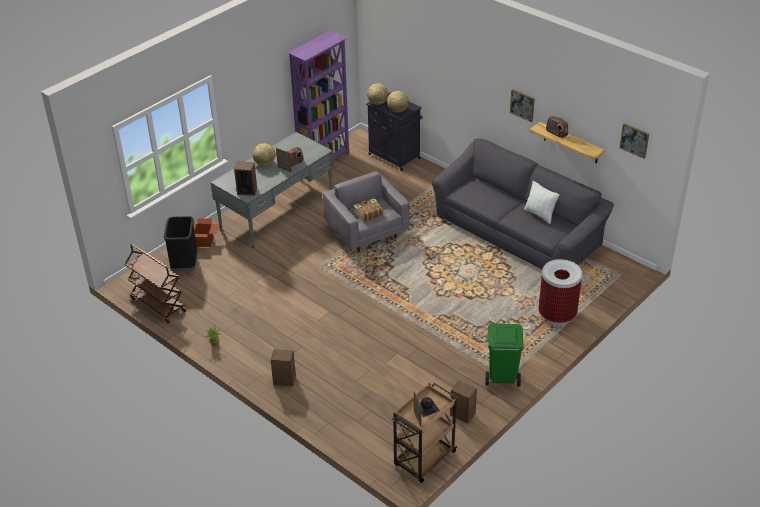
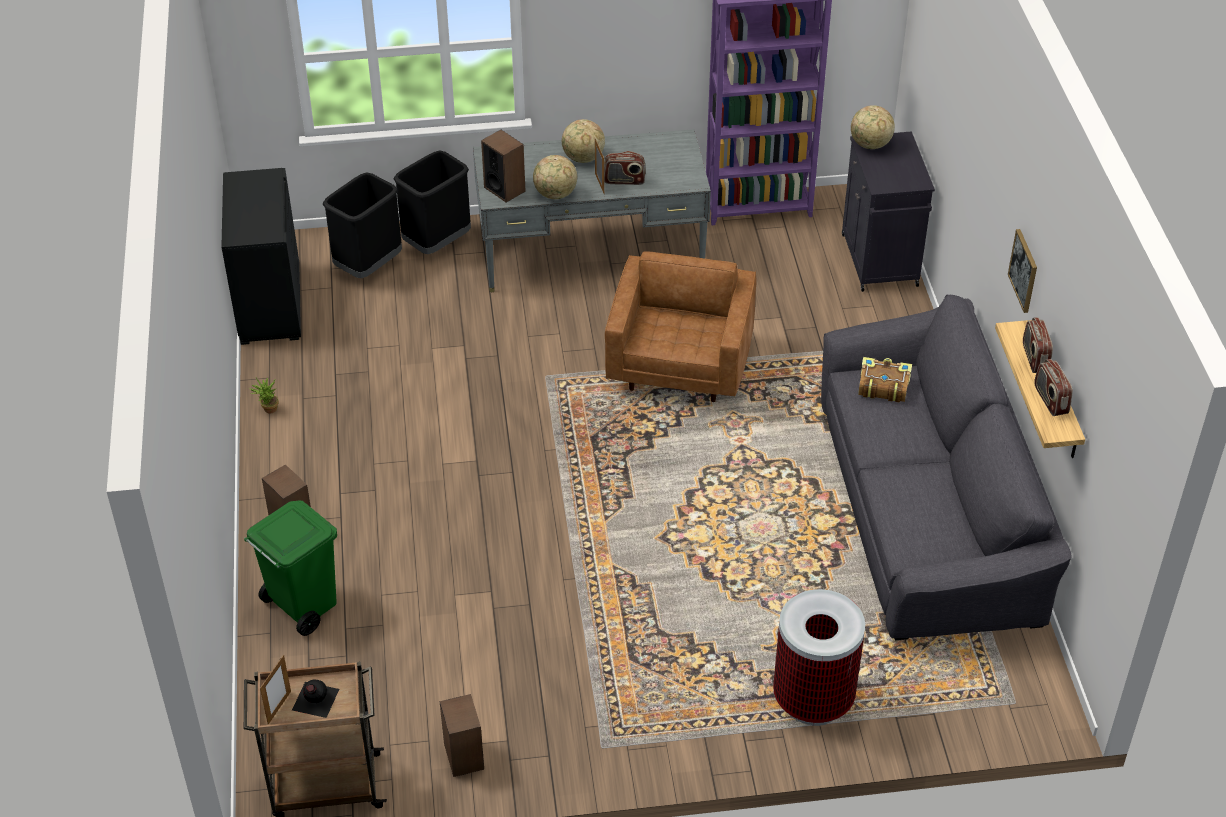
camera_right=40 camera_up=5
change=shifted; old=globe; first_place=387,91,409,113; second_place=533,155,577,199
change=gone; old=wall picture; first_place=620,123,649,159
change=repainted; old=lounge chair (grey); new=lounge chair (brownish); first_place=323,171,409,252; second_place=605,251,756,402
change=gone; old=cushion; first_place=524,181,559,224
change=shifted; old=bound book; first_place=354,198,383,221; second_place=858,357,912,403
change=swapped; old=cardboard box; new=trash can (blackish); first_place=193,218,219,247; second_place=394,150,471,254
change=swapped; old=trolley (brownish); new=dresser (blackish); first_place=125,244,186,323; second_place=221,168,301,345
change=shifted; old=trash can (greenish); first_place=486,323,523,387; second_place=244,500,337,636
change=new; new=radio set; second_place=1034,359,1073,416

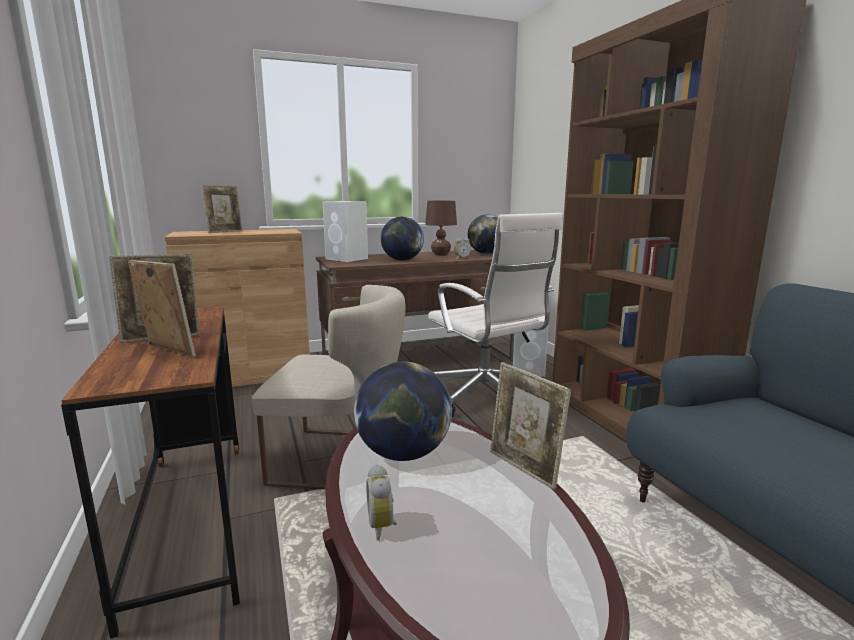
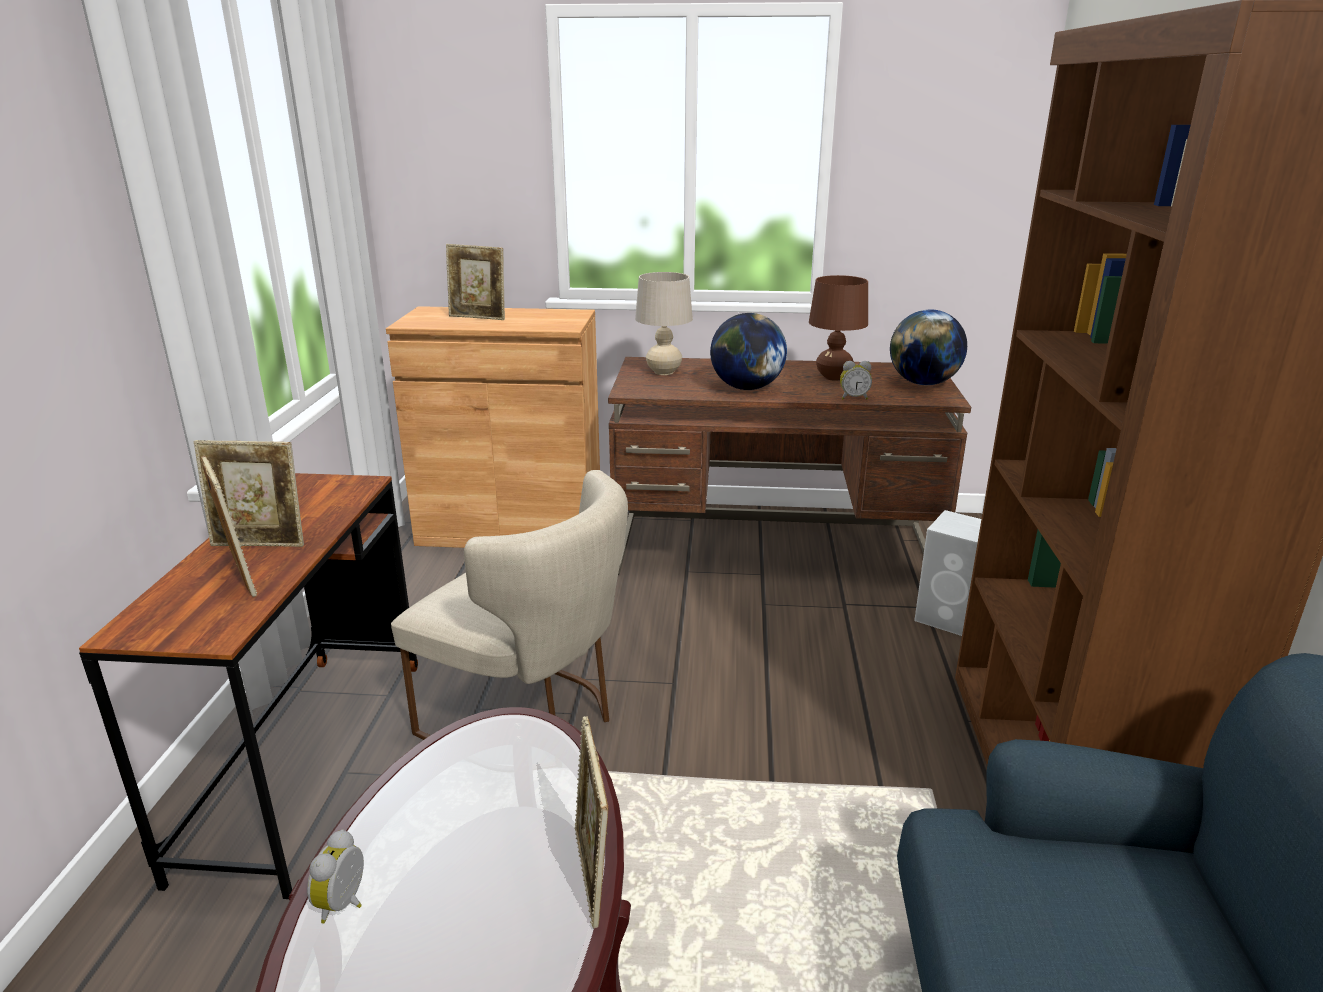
camera_right=25 camera_up=10
change=rotated; old=standing frame; first_place=201,185,243,233; second_place=446,244,505,320; degrees=45
change=swapped; old=loudspeaker (white-coloured); new=tabletop lamp (sand-coloured); first_place=323,201,368,262; second_place=635,272,693,375
change=gone; old=desk chair (white-coloured); first_place=428,213,563,417
change=gone; old=globe; first_place=354,362,452,461

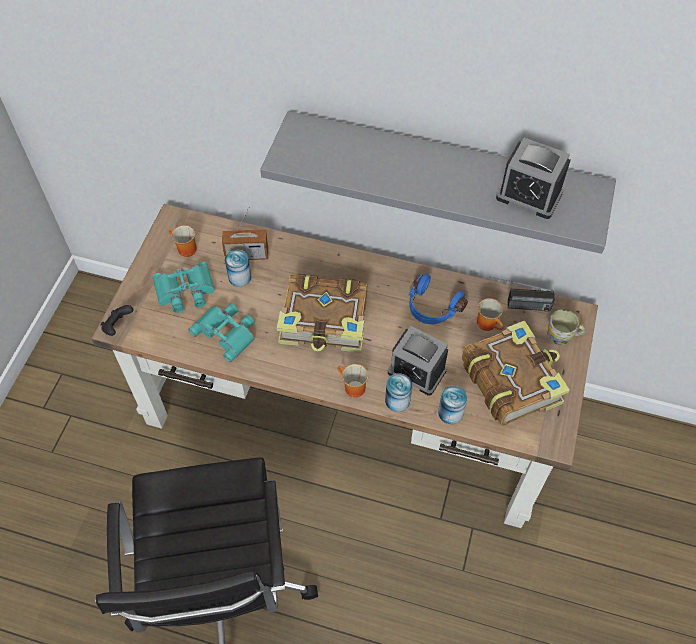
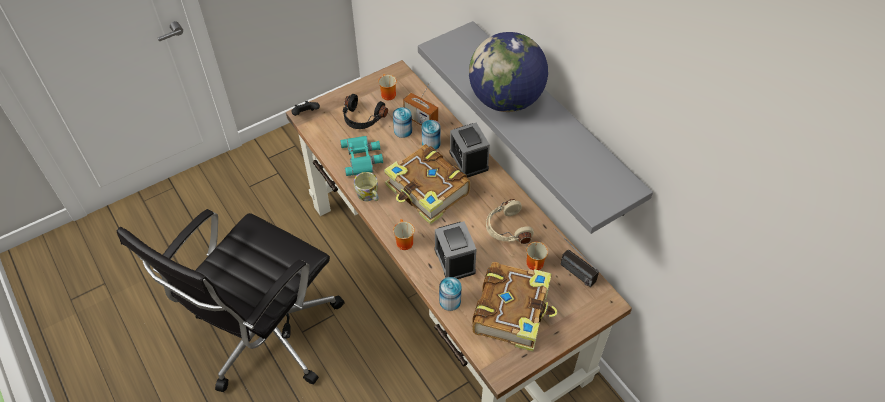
camera_right=40 camera_up=-5
change=shifted; old=alarm clock; first_place=496,138,571,219; second_place=450,123,490,178
change=swapped; old=field glasses (turquoise-coloured); new=headset (blackish); first_place=153,262,215,313; second_place=342,94,388,129
change=repainted; old=headset (blue); new=headset (sand-coloured); first_place=409,273,468,324; second_place=486,199,534,244
change=shifted; old=coffee mug; first_place=547,309,585,345; second_place=354,172,379,201
change=shifted; old=metal can; first_place=385,373,412,412; second_place=422,120,441,149
change=new; new=globe; second_place=469,32,548,112

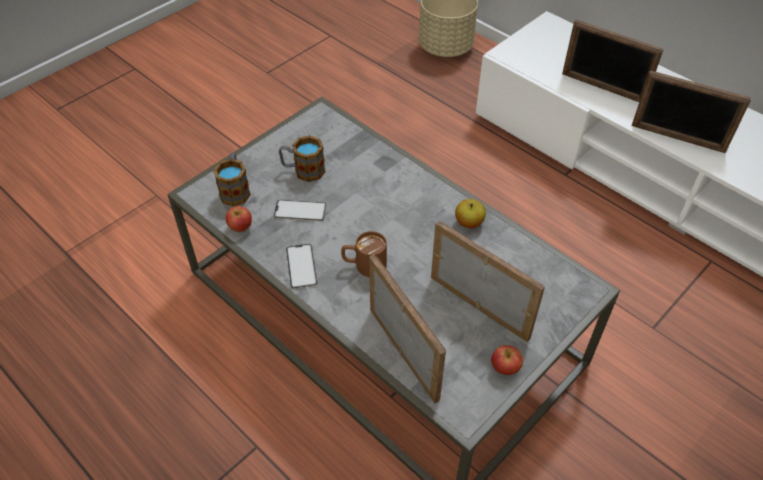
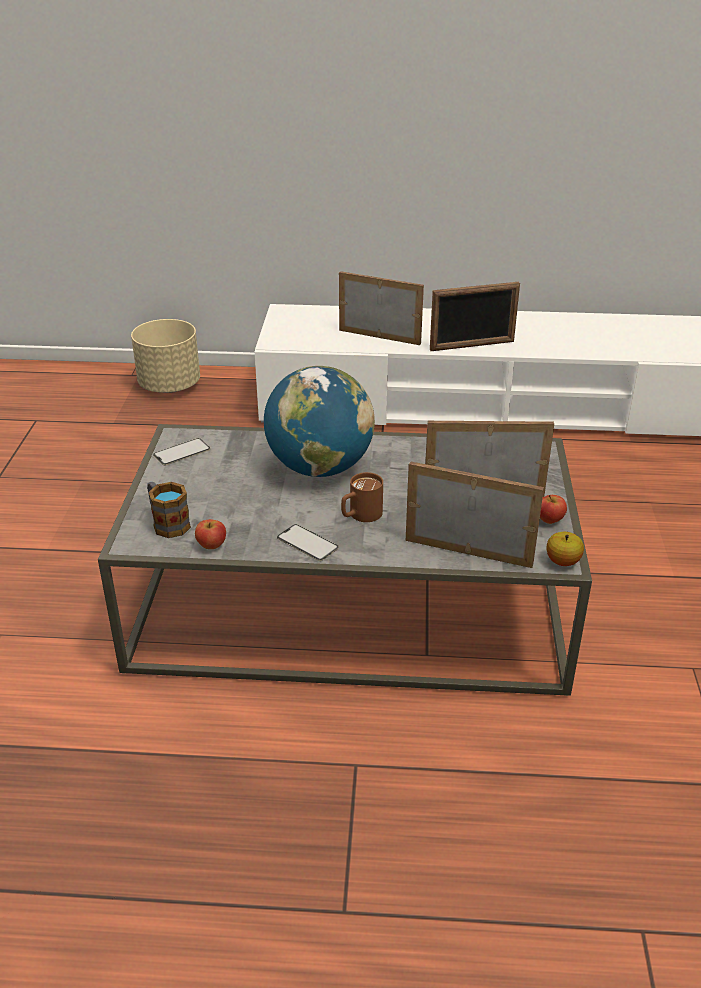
camera_right=-40 camera_up=-15
change=rotated; old=standing frame; first_place=562,20,664,102; second_place=339,271,424,345; degrees=-150
change=gone; old=coffee mug; first_place=279,135,326,182
change=shifted; old=apple; first_place=455,199,486,228; second_place=546,532,584,566
change=shifted; old=phone; first_place=274,200,326,221; second_place=153,438,210,466
change=new; new=globe; second_place=264,366,375,477

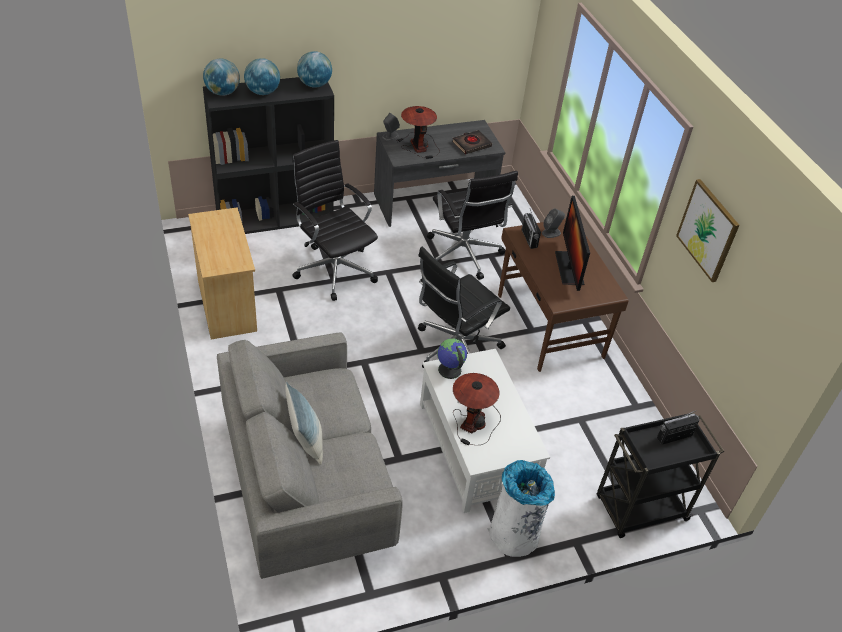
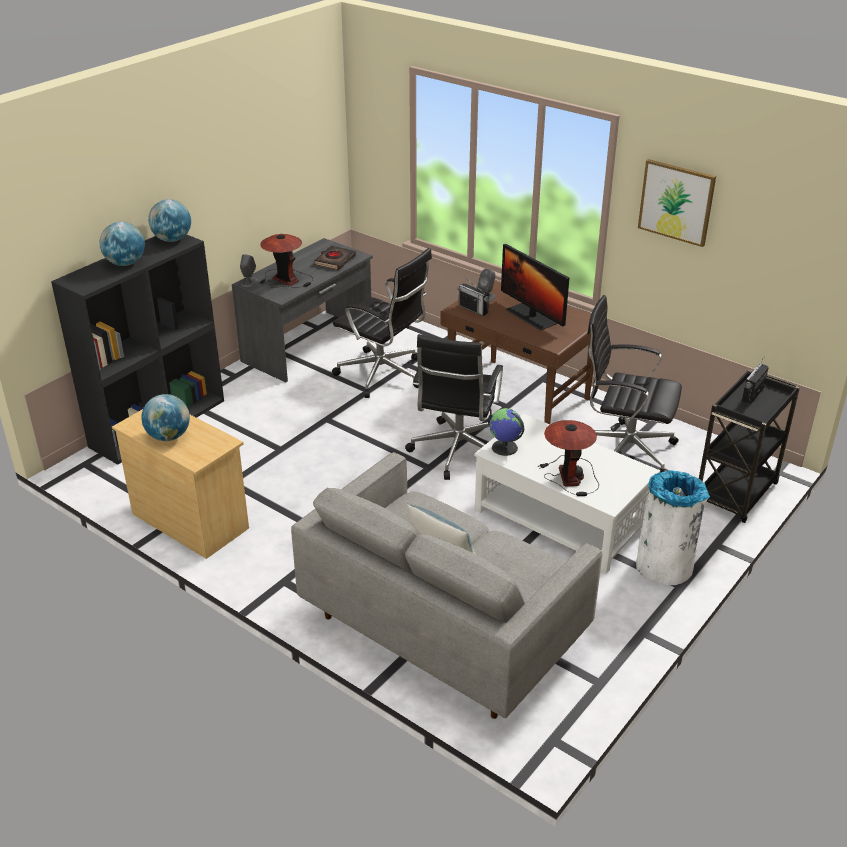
camera_right=-30 camera_up=-10
change=shifted; old=globe; first_place=203,58,240,96; second_place=141,394,190,441
change=shifted; old=desk chair (blackish); first_place=292,140,378,301; second_place=587,295,682,472

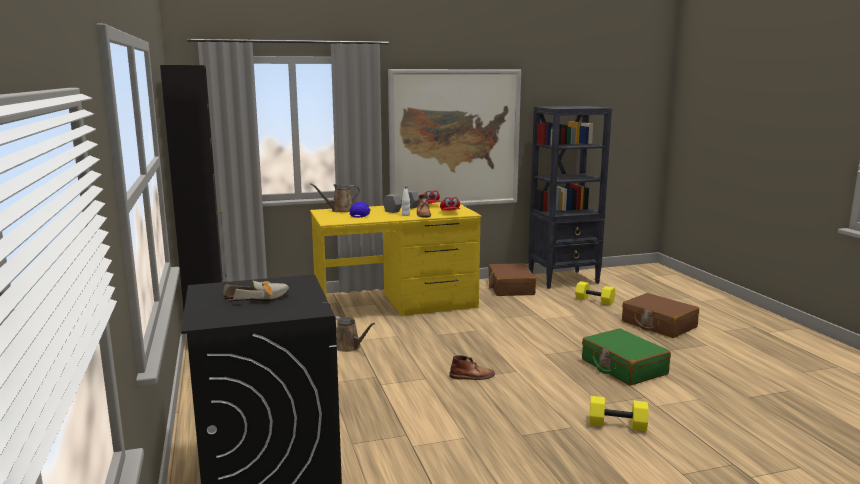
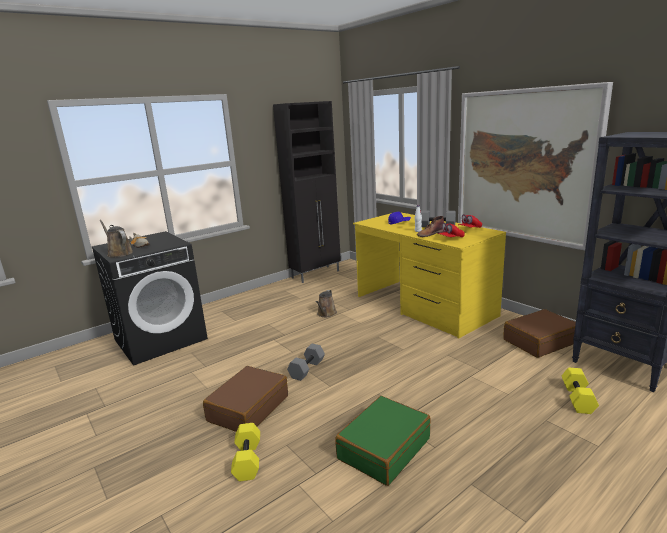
camera_right=70 camera_up=5
change=shifted; old=watering can (brownish); first_place=310,183,360,212; second_place=99,220,133,257
change=shifted; old=piece of luggage (brownish); first_place=622,293,699,338; second_place=203,366,288,432
change=swapped; old=boot (brownish); new=hand weight (grey); first_place=449,355,495,380; second_place=287,344,325,381

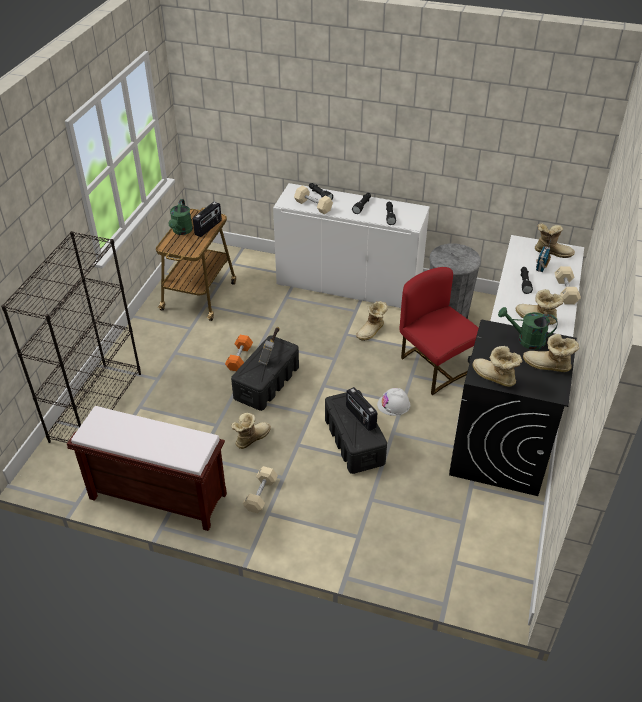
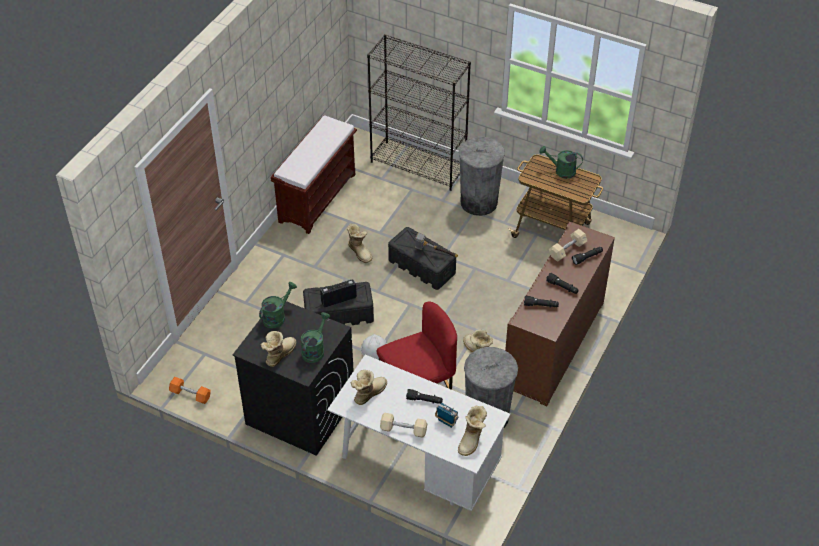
camera_right=100 camera_up=5
change=repainted; old=storage cabinet (white-coloured); new=storage cabinet (brownish); first_place=273,183,430,308; second_place=505,222,615,406
change=gone; old=radio set; first_place=193,202,222,237
change=shifted; old=hand weight (orangey); first_place=225,335,253,371; second_place=169,377,211,404
change=swapped; old=boot; new=watering can (greenish); first_place=472,346,522,387; second_place=259,282,297,328
change=gone; old=hand weight (sand-coloured); first_place=243,466,278,513
change=new; new=trash can (grey); second_place=459,137,505,216

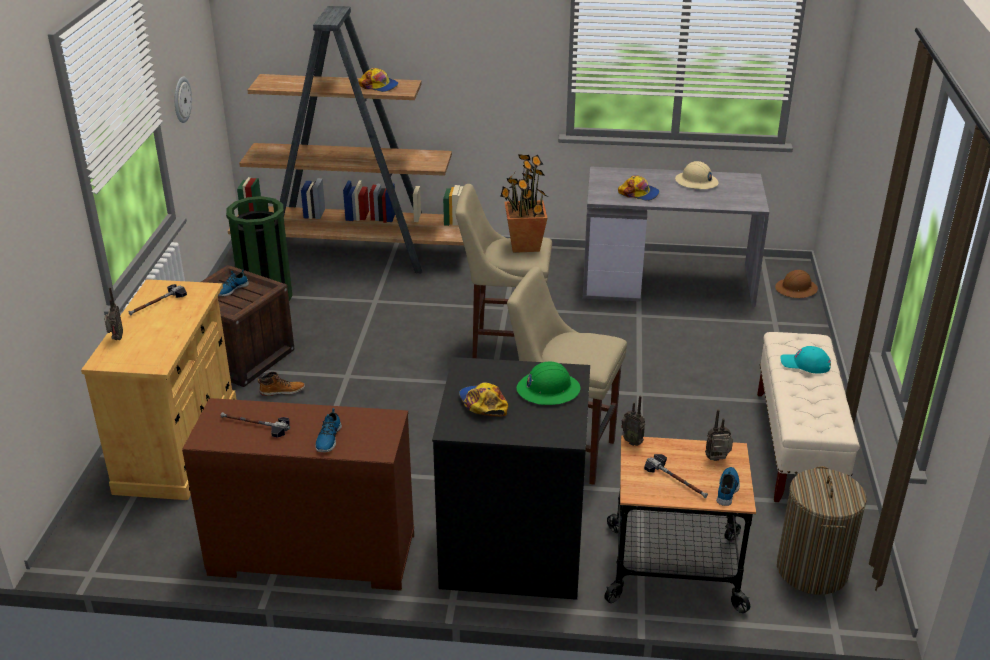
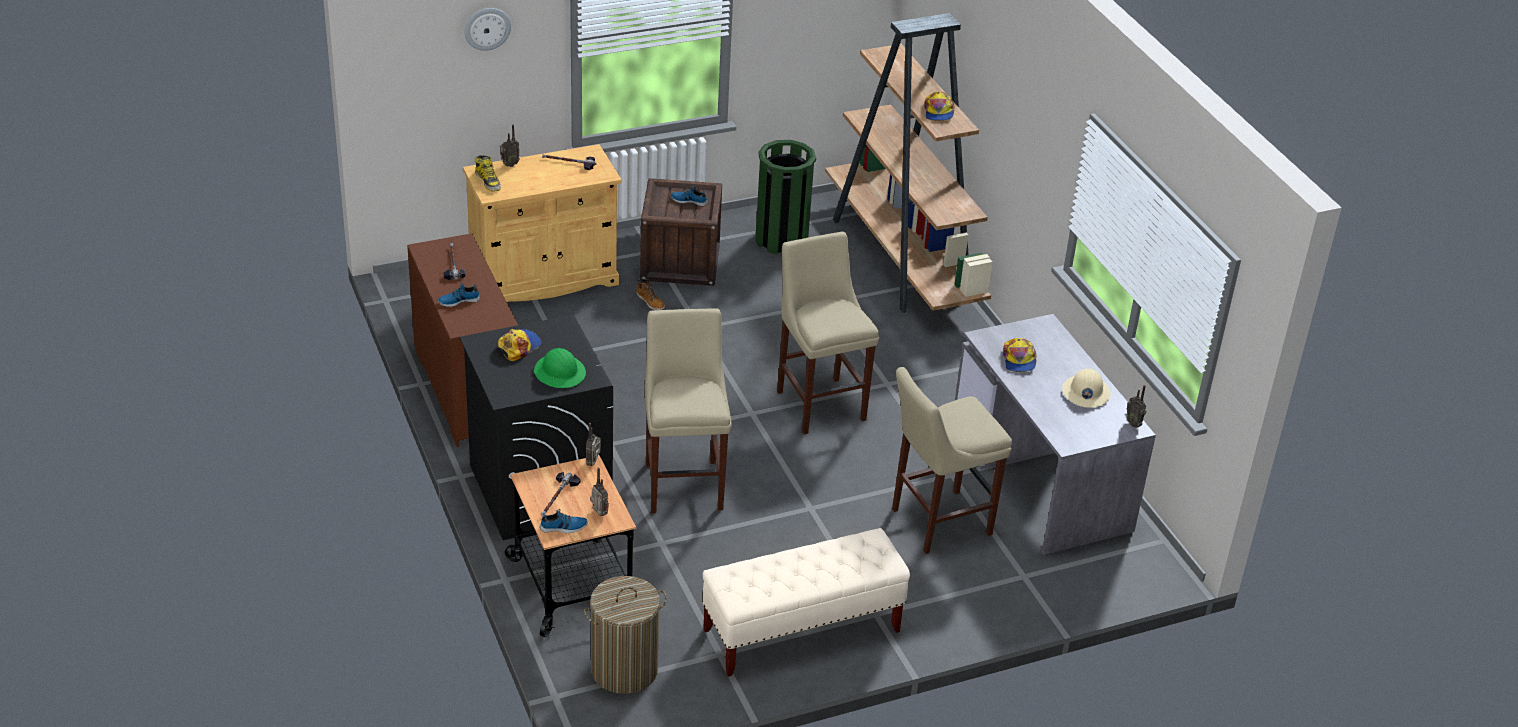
camera_right=60 camera_up=5
change=shifted; old=wall clock; first_place=175,77,192,123; second_place=465,8,511,51
change=gone; old=houseplant; first_place=501,154,547,253
change=gone; old=safety helmet (brownish); first_place=775,270,818,298
change=gone; old=peaked cap (turquoise-coloured); first_place=780,346,831,373
change=new; new=boot; second_place=475,155,501,192
change=new; new=stool (sand-coloured); second_place=892,367,1012,554
change=new; new=radio set; second_place=1126,385,1146,428

